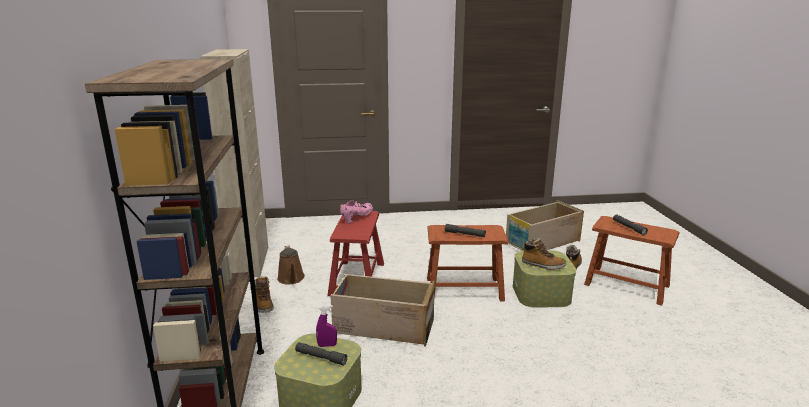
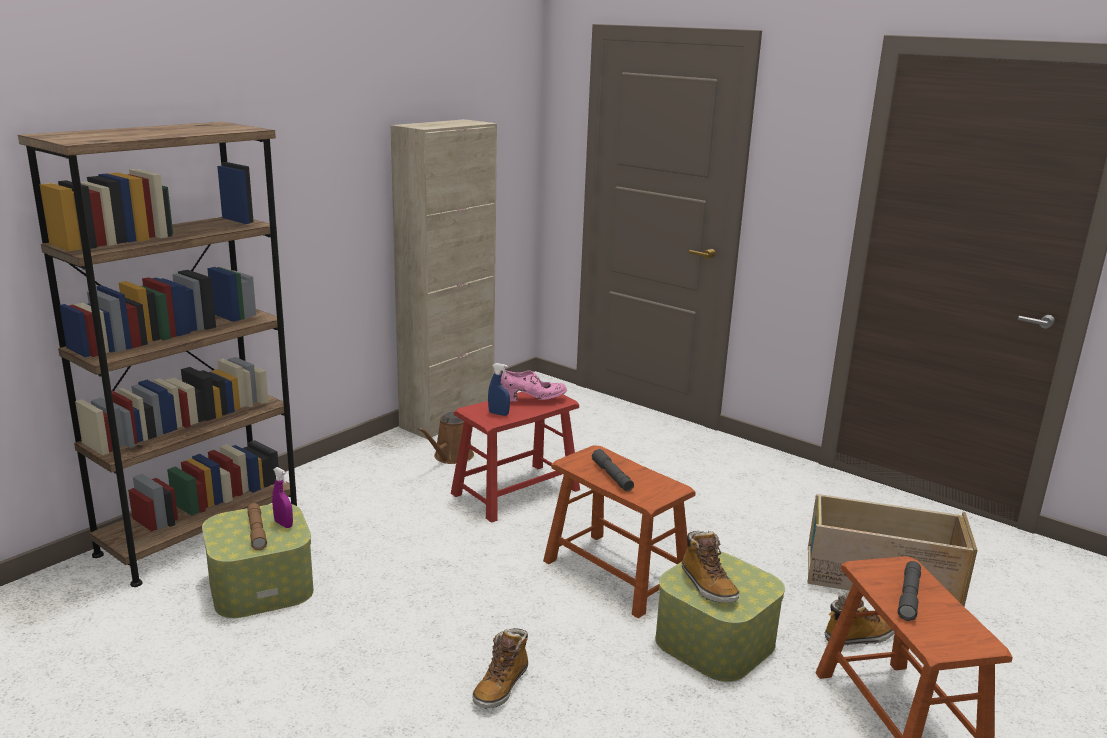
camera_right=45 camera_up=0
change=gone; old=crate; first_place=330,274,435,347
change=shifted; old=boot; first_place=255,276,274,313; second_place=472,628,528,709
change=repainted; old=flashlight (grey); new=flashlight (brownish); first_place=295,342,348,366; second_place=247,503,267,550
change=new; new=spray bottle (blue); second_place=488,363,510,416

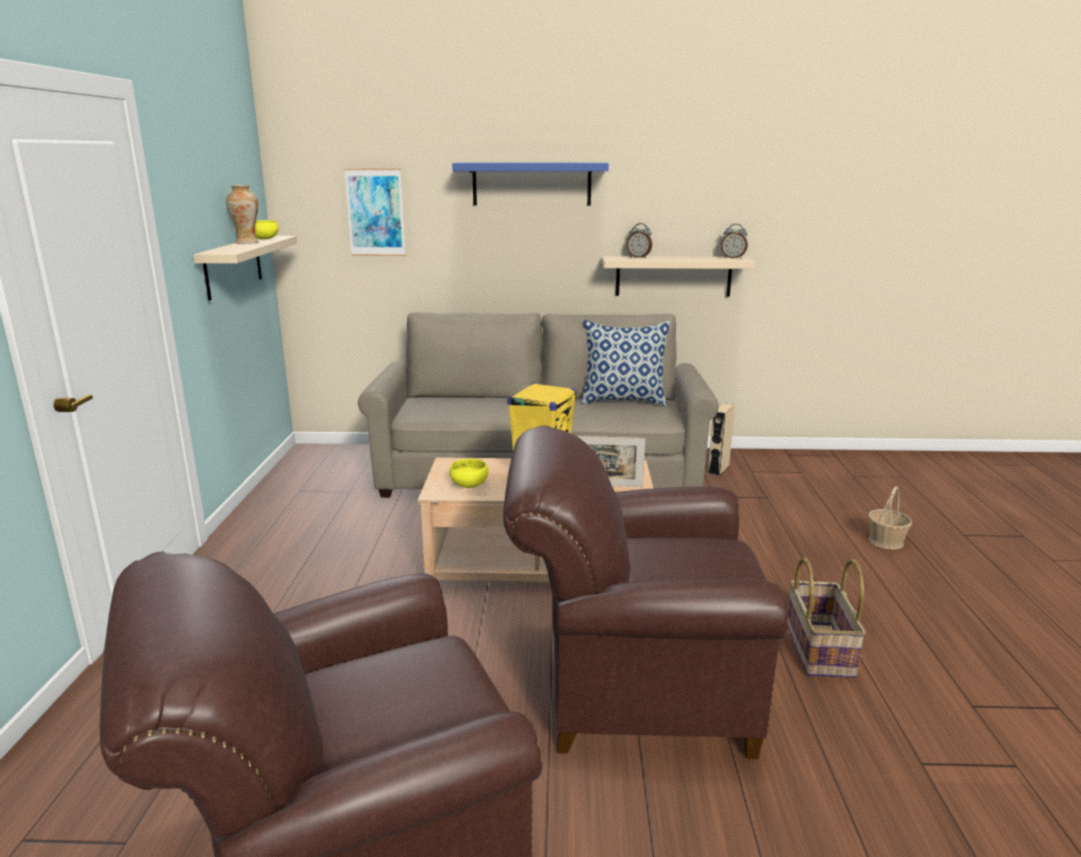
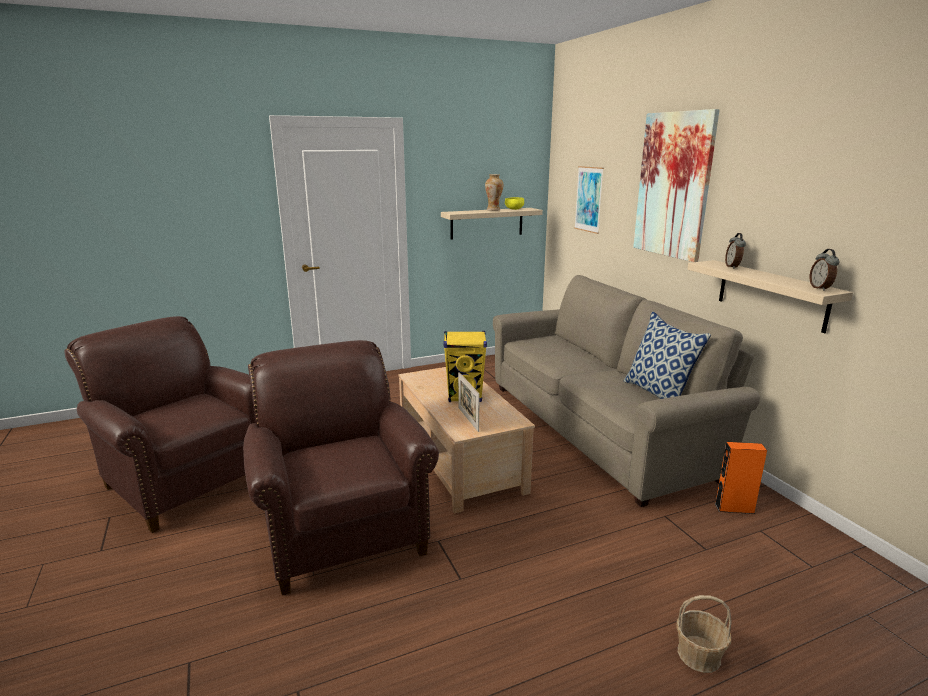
camera_right=65 camera_up=0
change=swapped; old=shelf (blue); new=wall picture; first_place=452,163,609,205; second_place=633,109,720,262
change=repainted; old=loudspeaker (sand-coloured); new=loudspeaker (orangey); first_place=708,403,735,476; second_place=715,442,767,514
change=gone; old=serving bowl (yellowish); first_place=449,459,488,488
change=gone; old=storage basket; first_place=787,557,866,678

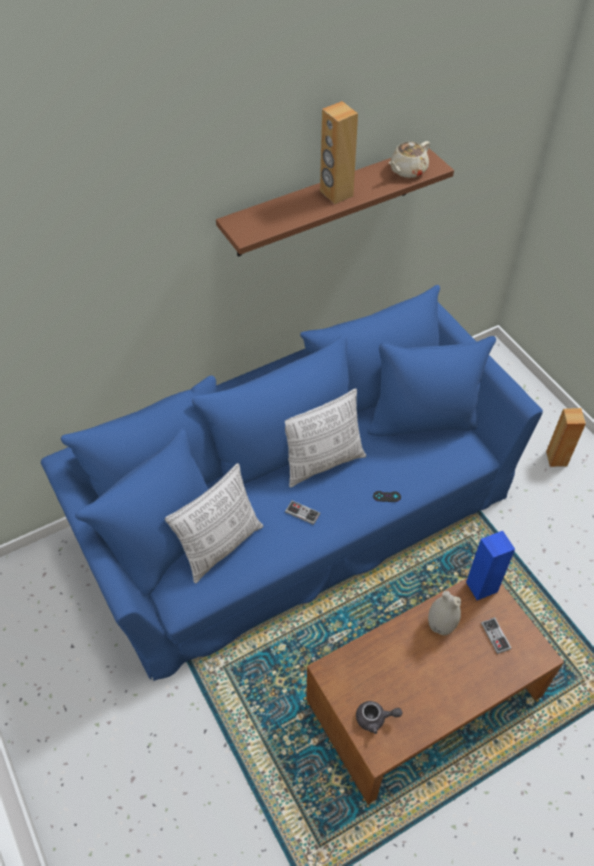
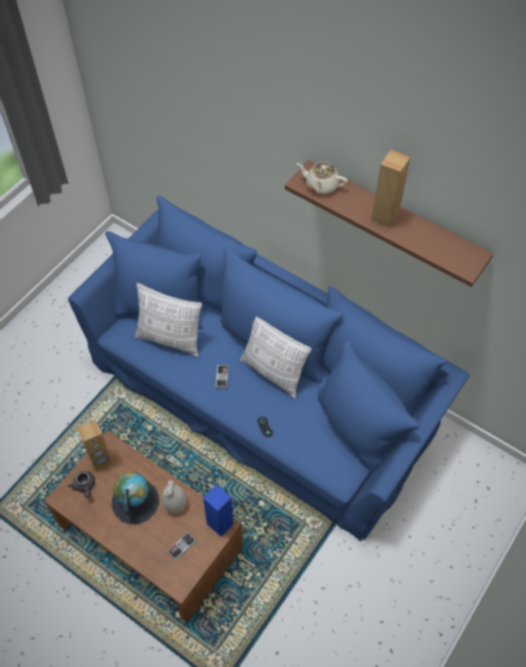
camera_right=65 camera_up=5
change=shifted; old=tea pot (sand-coloured); first_place=389,141,430,178; second_place=296,162,348,194
change=shifted; old=loudspeaker (brownish); first_place=546,408,586,467; second_place=77,419,113,471
change=new; new=globe; second_place=112,472,159,524

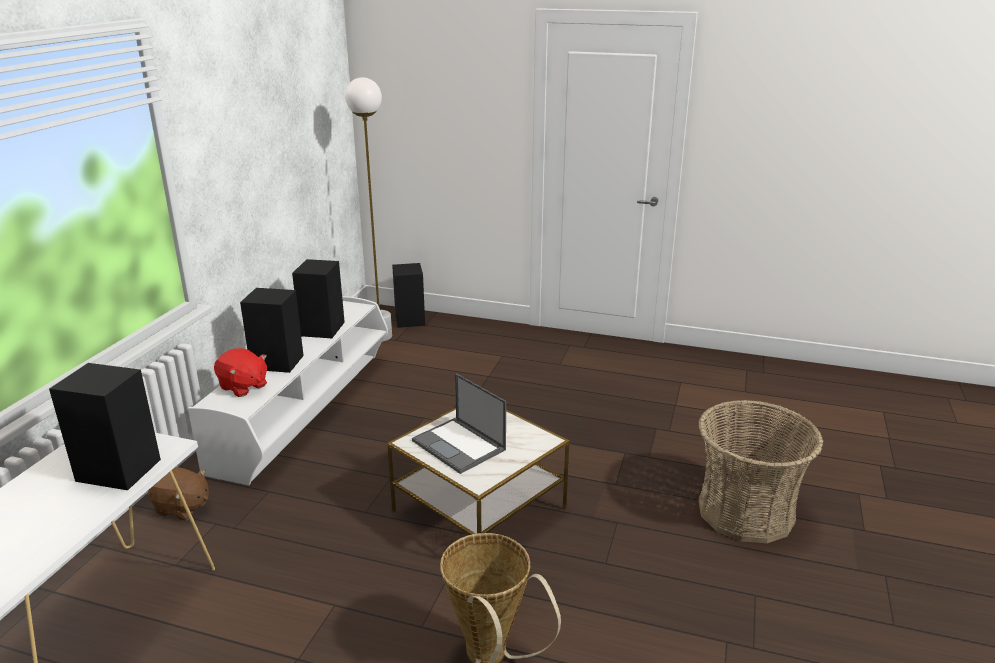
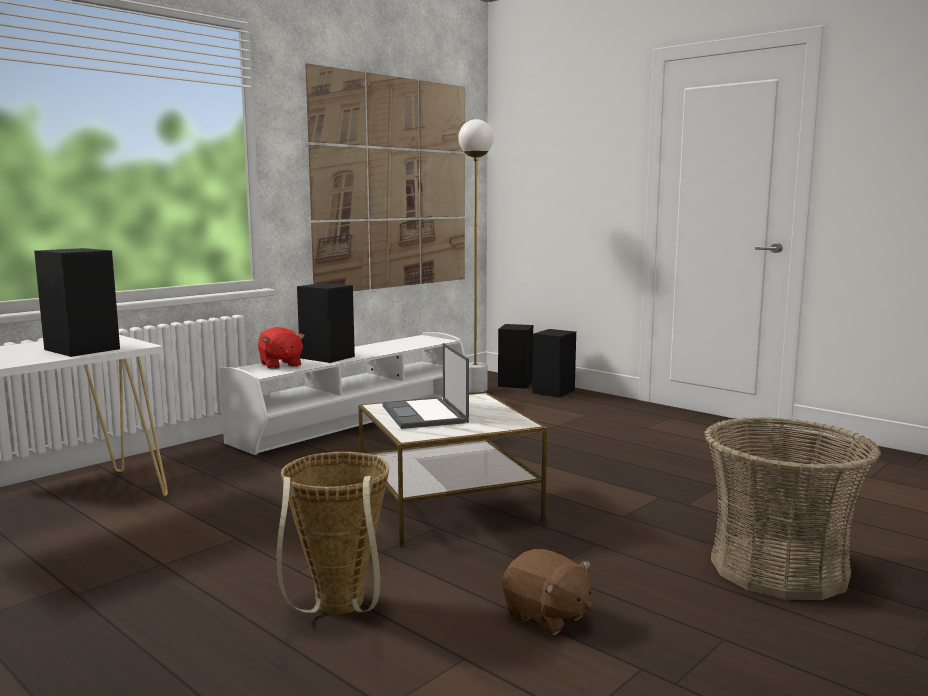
camera_right=25 camera_up=-15
change=shifted; old=loudspeaker (blackish); first_place=292,259,345,338; second_place=532,329,576,398
change=shifted; old=soft toy (brownish); first_place=148,467,209,521; second_place=502,549,592,635
change=new; new=wall picture; second_place=305,63,465,291

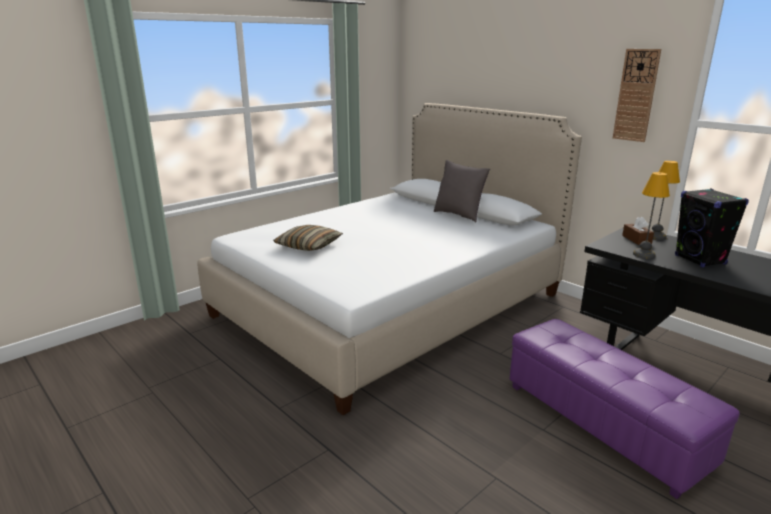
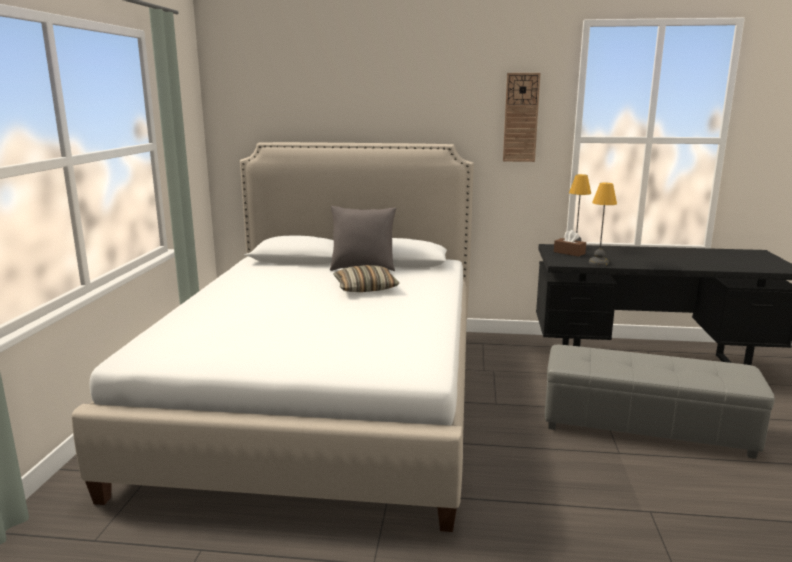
camera_right=-40 camera_up=-5
change=gone; old=loudspeaker (blackish); first_place=675,188,749,267
change=shifted; old=cushion; first_place=273,225,343,251; second_place=333,265,399,292
change=repainted; old=pouffe (purplish); new=pouffe (grey); first_place=510,319,740,499; second_place=545,345,775,459

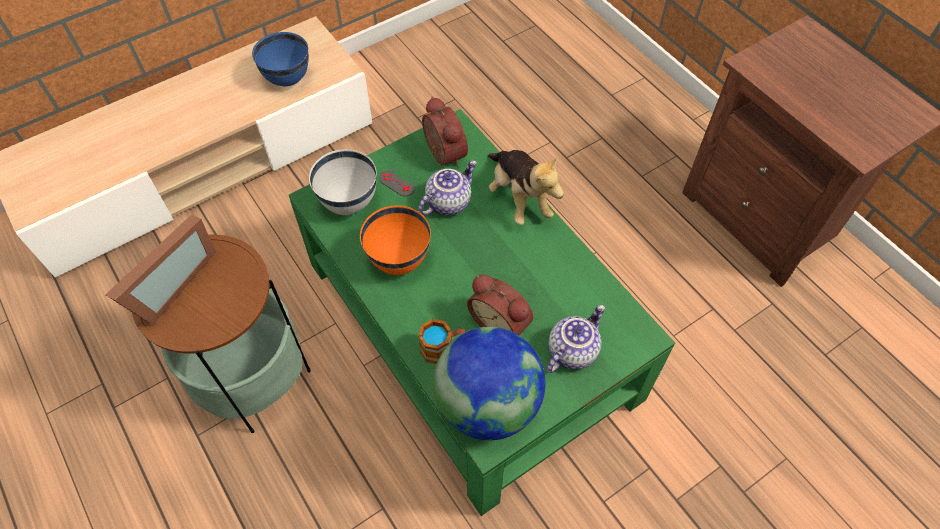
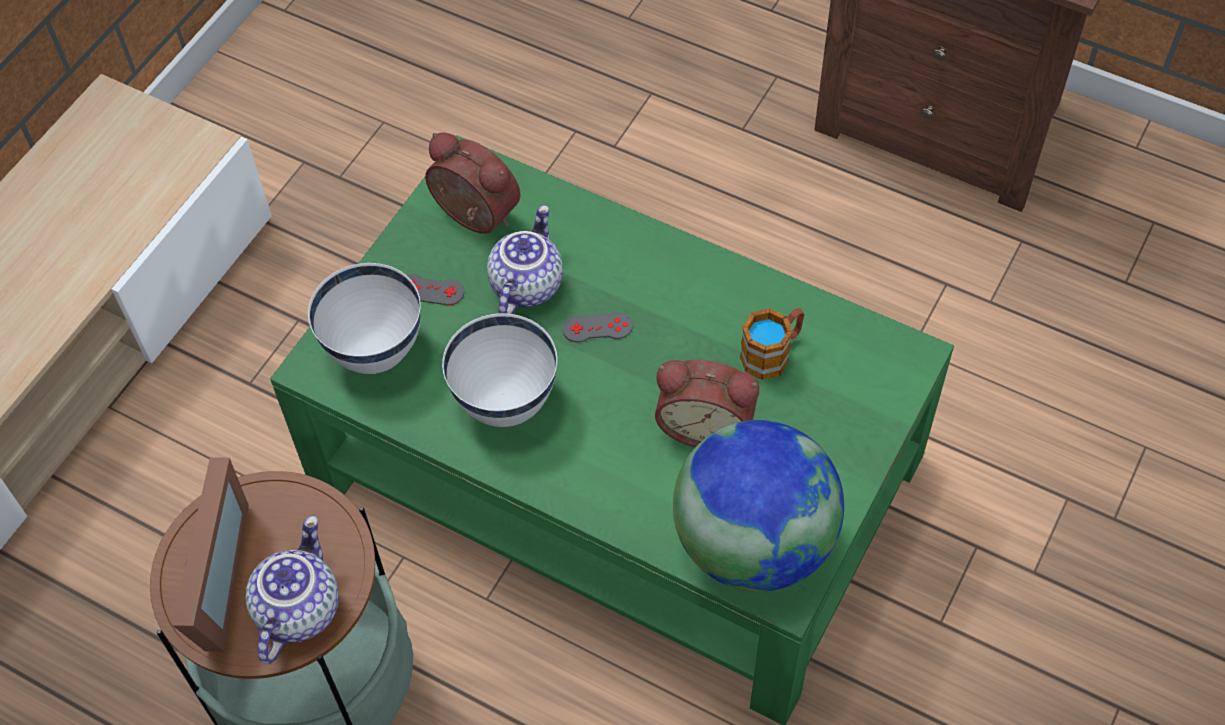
camera_right=-25 camera_up=0
change=gone; old=serving bowl (blue); first_place=252,32,309,86
change=gone; old=soft toy; first_place=488,150,564,225
change=repainted; old=serving bowl (orangey); new=serving bowl (white-coloured); first_place=360,205,431,275; second_place=442,313,557,427
change=shifted; old=tea pot; first_place=546,305,605,373; second_place=246,516,339,664
change=shifted; old=coffee mug; first_place=418,319,466,364; second_place=740,308,804,380
change=new; new=game controller (grey); second_place=563,312,633,343

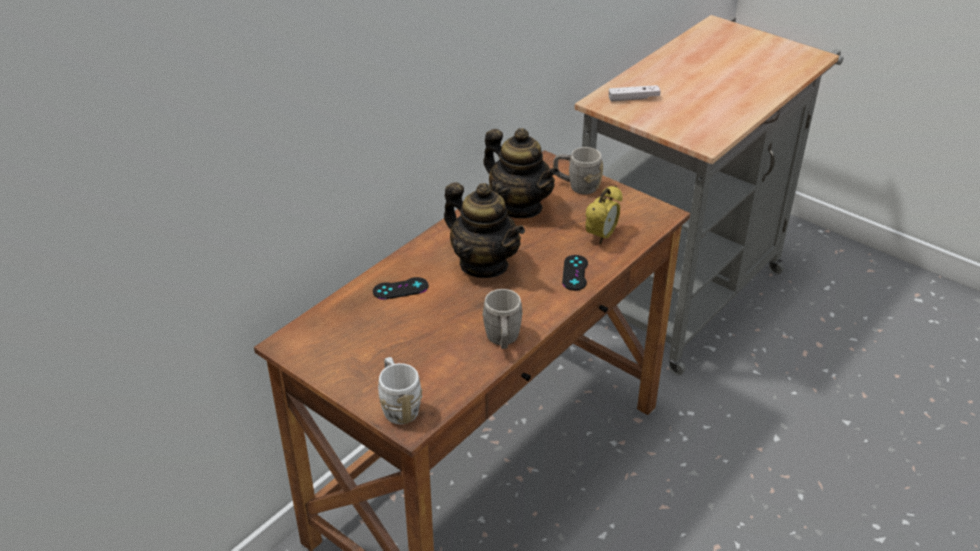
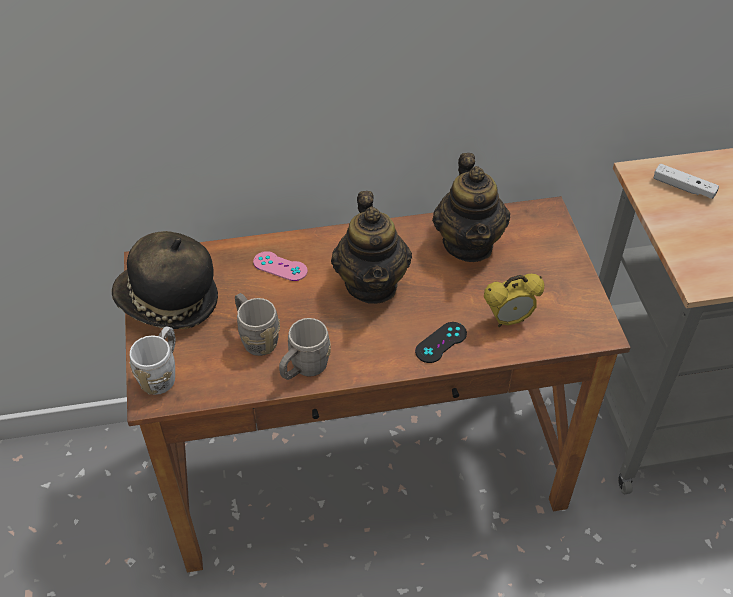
camera_right=40 camera_up=10
change=shifted; old=coffee mug (grey); first_place=553,147,603,195; second_place=235,293,280,356
change=repainted; old=game controller (blackish); new=game controller (pink); first_place=373,277,429,300; second_place=253,251,308,281
change=new; new=clothing hat; second_place=112,231,218,329

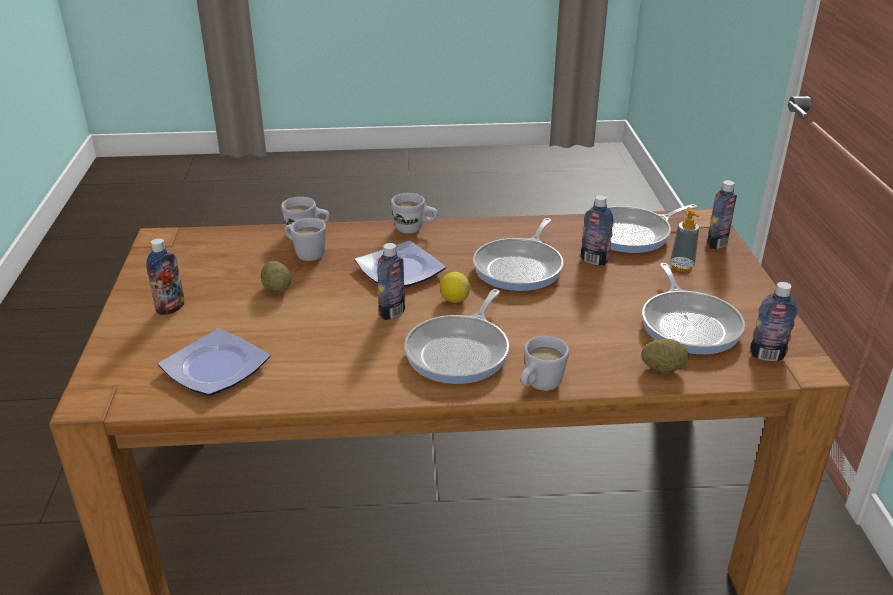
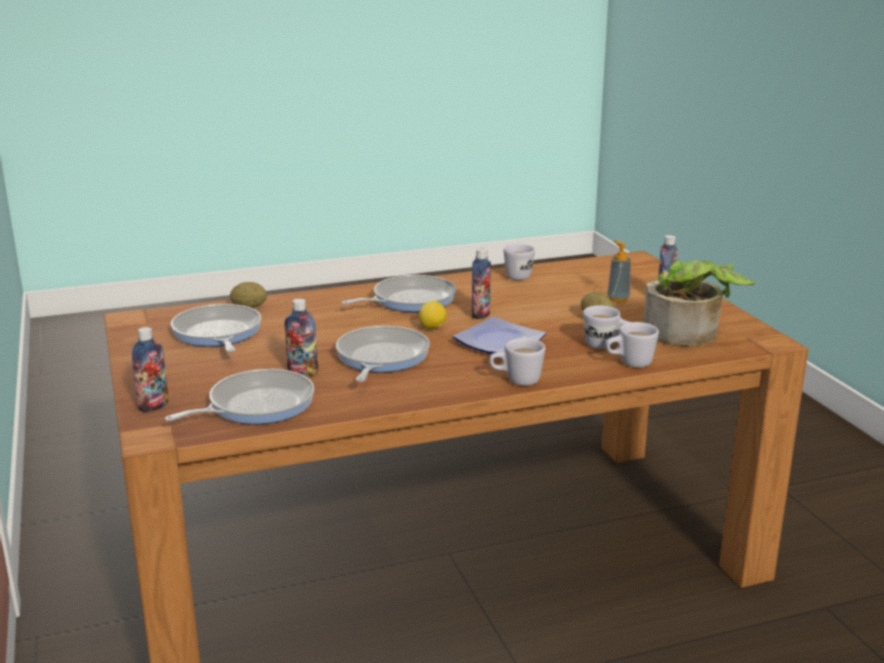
camera_right=165 camera_up=-10
change=shifted; old=liquid soap bottle; first_place=670,207,699,272; second_place=607,241,631,302
change=gone; old=drink bottle; first_place=750,282,798,361
change=rotated; old=pan; first_place=404,289,509,384; second_place=342,275,456,312; degrees=45
change=gone; old=plate; first_place=158,328,270,396
change=shifted; old=coffee mug (white-coloured); first_place=521,336,569,391; second_place=503,244,535,280
change=new; new=houseplant; second_place=644,260,755,347

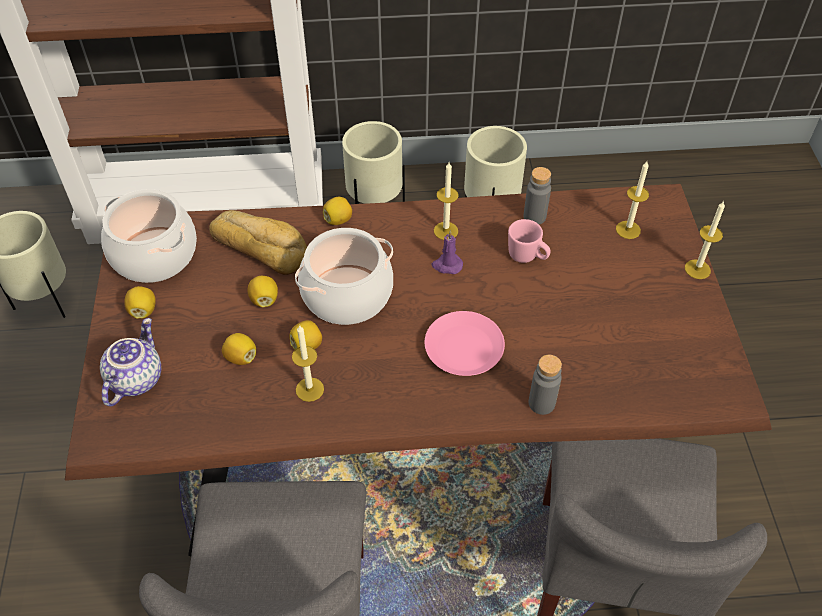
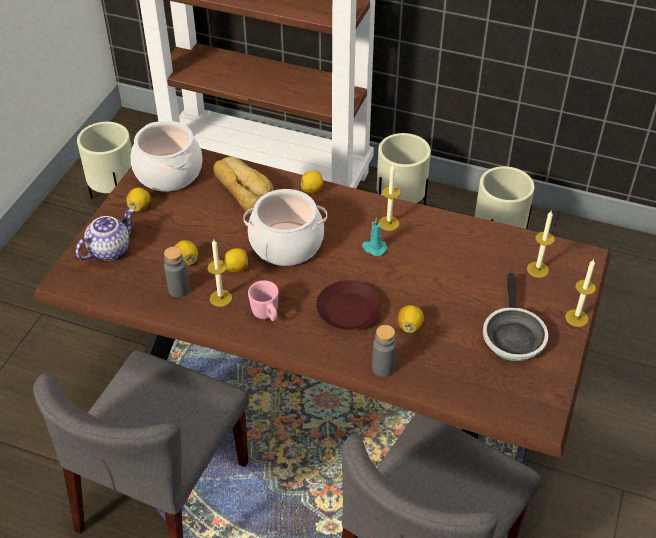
camera_right=25 camera_up=-5
change=shifted; old=drink bottle (grey); first_place=524,167,551,224; second_place=164,247,189,298
change=shifted; old=coffee mug (pink); first_place=508,219,551,263; second_place=248,280,279,321
change=repainted; old=candle (purplish); new=candle (turquoise-coloured); first_place=431,231,463,274; second_place=362,218,387,256
change=shifted; old=lemon; first_place=247,276,278,307; second_place=398,305,424,333
change=repainted; old=plate (pink); new=plate (brownish); first_place=425,311,505,376; second_place=316,280,382,330
change=new; new=pan; second_place=483,273,548,361

